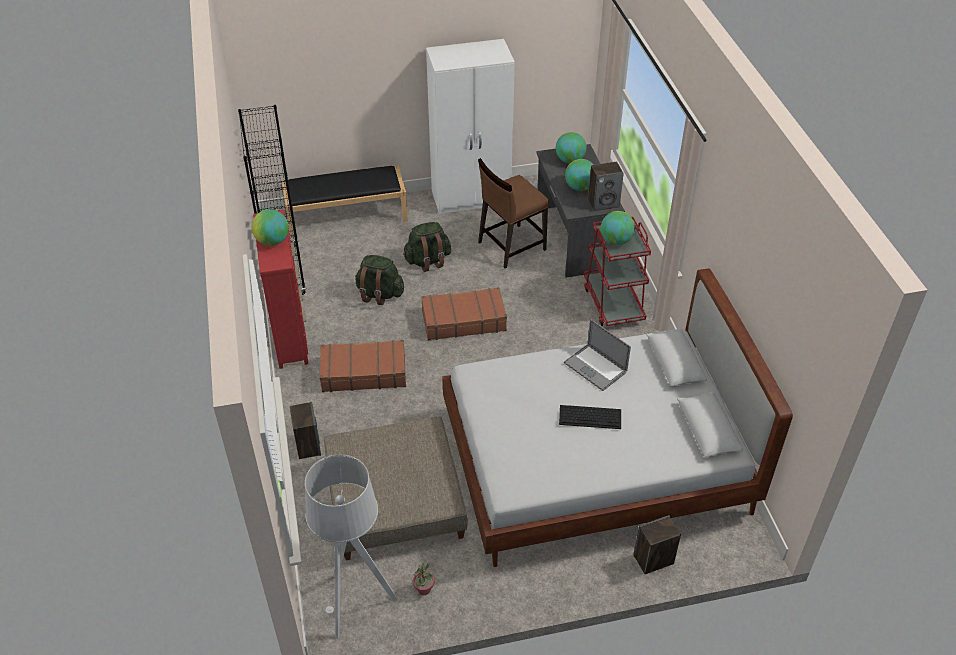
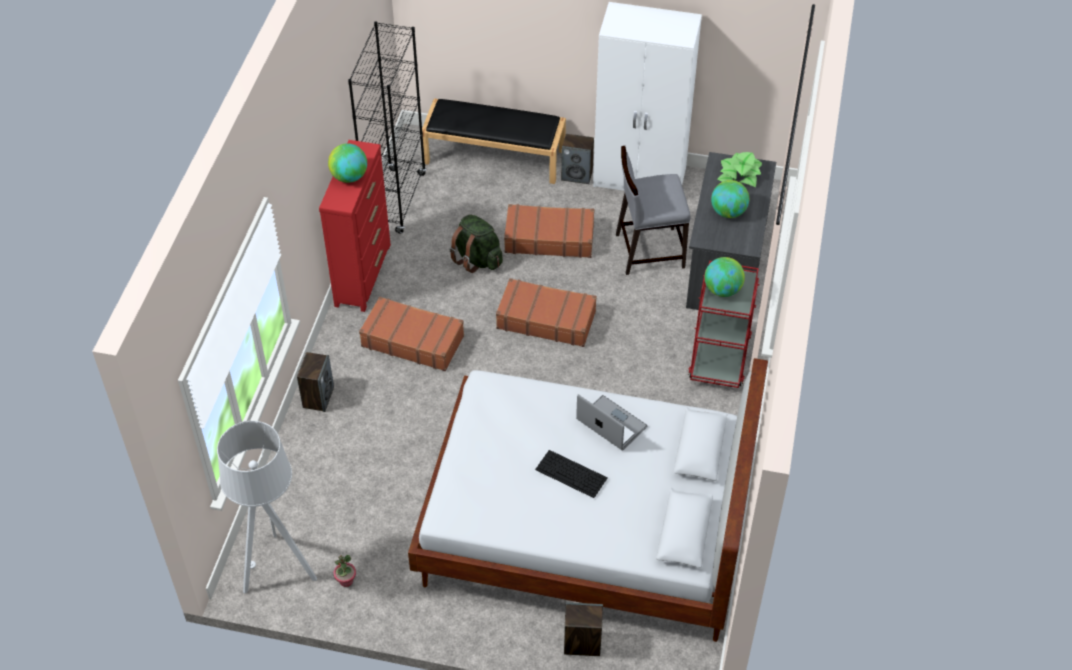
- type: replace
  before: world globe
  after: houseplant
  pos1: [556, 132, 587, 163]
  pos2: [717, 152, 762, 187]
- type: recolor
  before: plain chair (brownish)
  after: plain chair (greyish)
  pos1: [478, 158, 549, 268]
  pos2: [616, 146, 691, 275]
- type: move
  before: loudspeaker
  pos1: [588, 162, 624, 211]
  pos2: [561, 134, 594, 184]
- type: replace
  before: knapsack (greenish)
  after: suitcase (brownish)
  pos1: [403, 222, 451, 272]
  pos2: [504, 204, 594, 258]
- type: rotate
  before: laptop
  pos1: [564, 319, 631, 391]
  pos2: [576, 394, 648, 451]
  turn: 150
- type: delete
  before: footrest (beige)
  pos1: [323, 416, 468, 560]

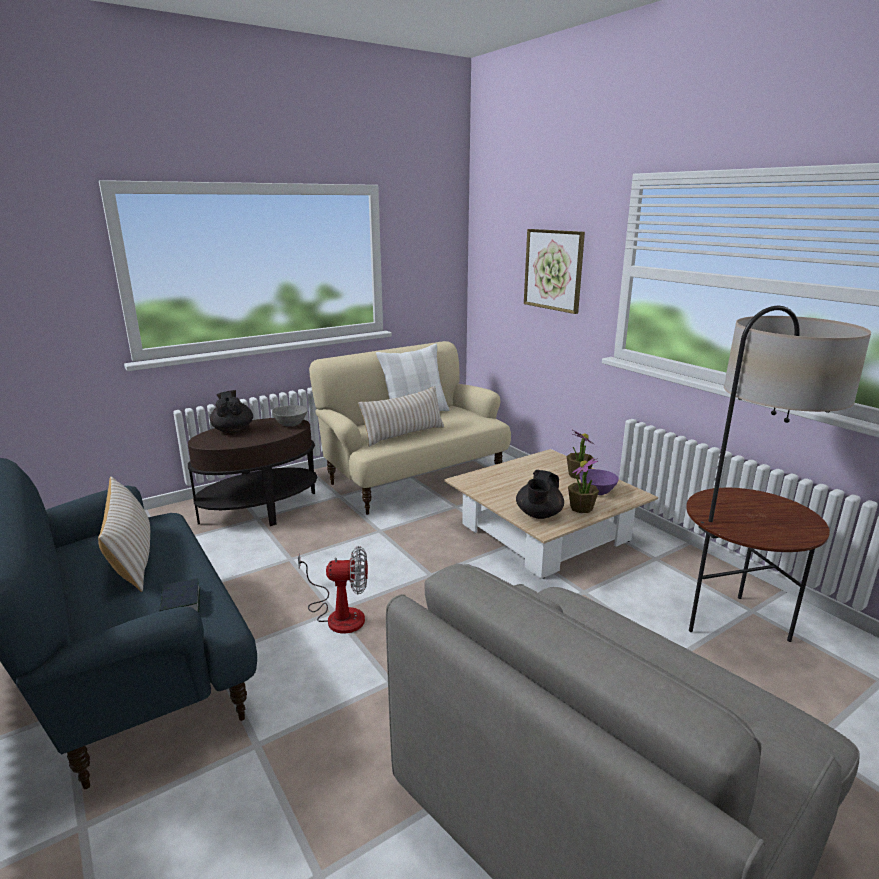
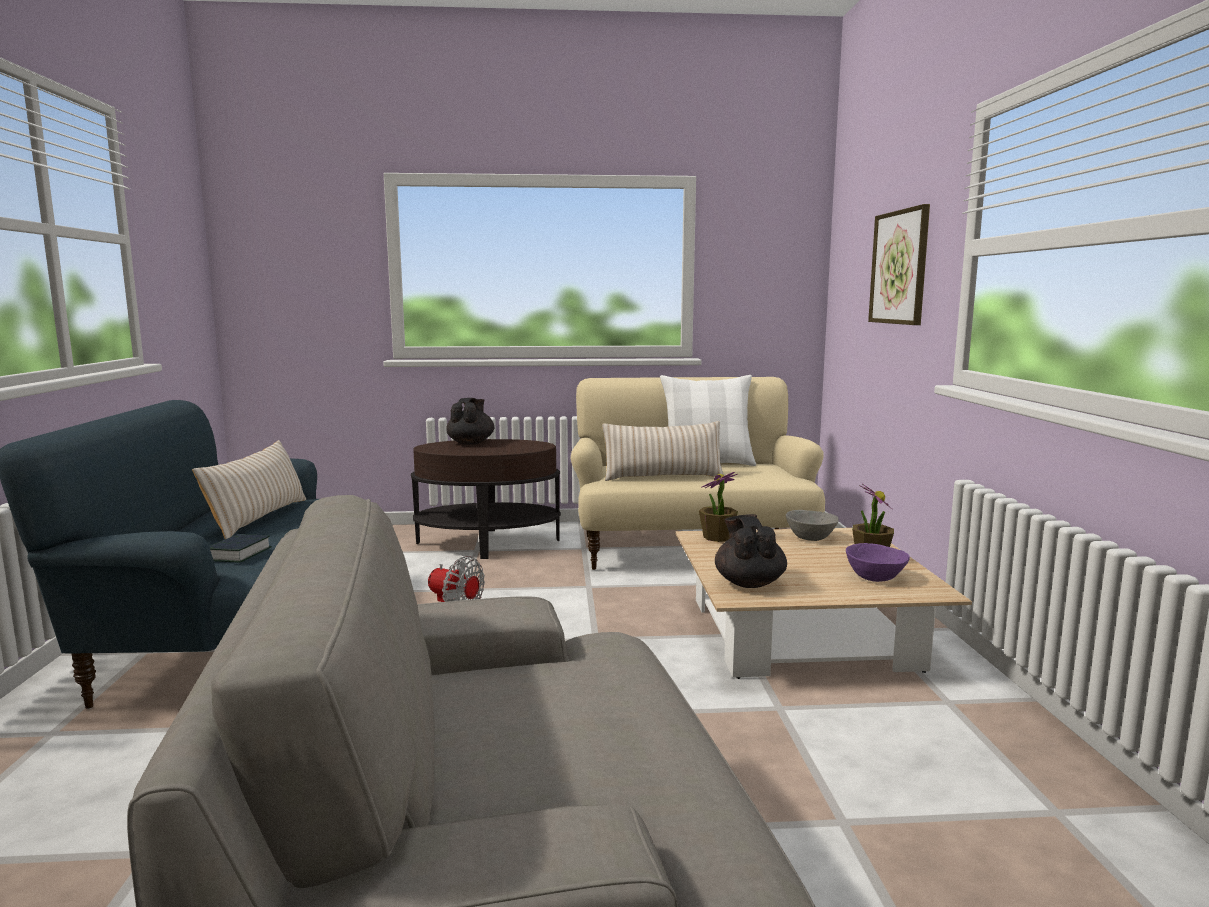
- type: delete
  before: floor lamp
  pos1: [686, 306, 871, 642]
- type: move
  before: deep dish (greyish)
  pos1: [272, 405, 307, 427]
  pos2: [786, 510, 839, 541]
- type: move
  before: houseplant
  pos1: [568, 458, 599, 513]
  pos2: [699, 472, 738, 542]
- type: rotate
  before: tea pot (black-coloured)
  pos1: [516, 470, 564, 519]
  pos2: [715, 514, 787, 588]
  turn: 120

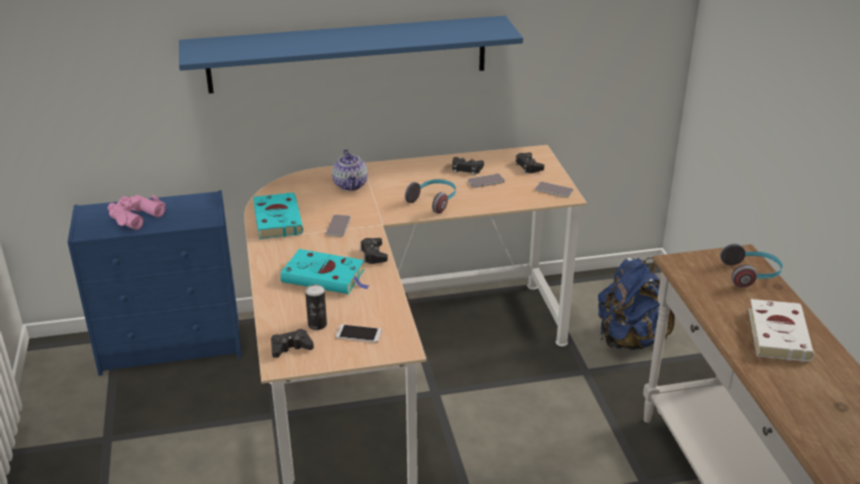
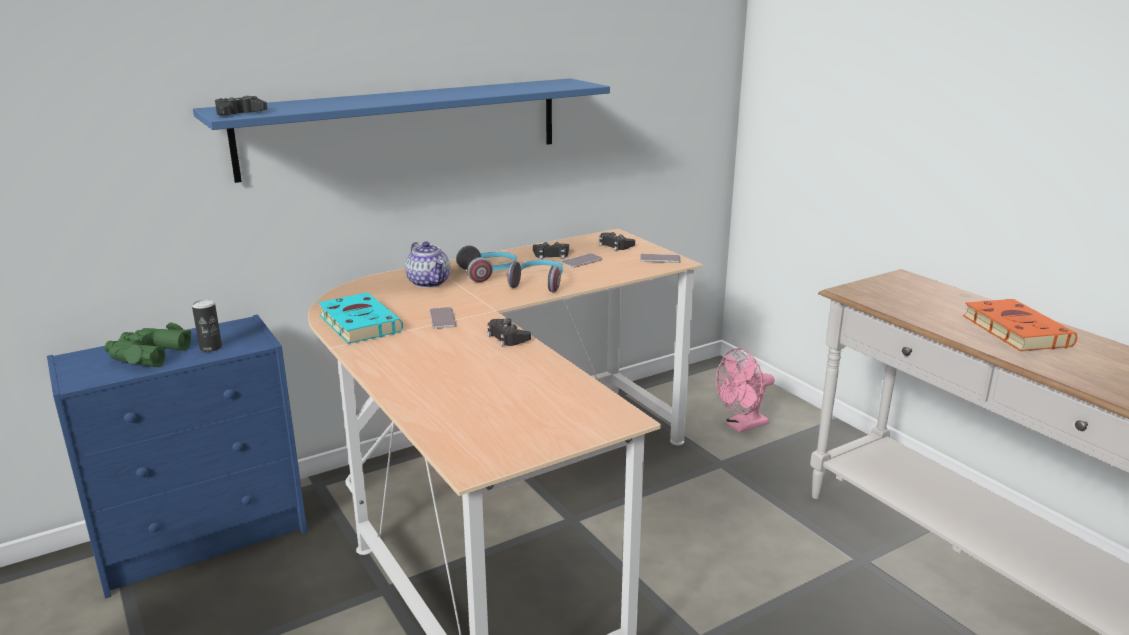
- type: recolor
  before: field glasses (pink-coloured)
  after: field glasses (greenish)
  pos1: [108, 195, 166, 230]
  pos2: [104, 323, 191, 367]
- type: move
  before: headphones
  pos1: [720, 244, 783, 287]
  pos2: [456, 246, 517, 283]
- type: delete
  before: volume (turquoise)
  pos1: [280, 249, 369, 294]
- type: replace
  before: knapsack (blue)
  after: cooling fan (pink-coloured)
  pos1: [598, 257, 675, 350]
  pos2: [716, 348, 775, 433]
- type: move
  before: metal can
  pos1: [305, 284, 327, 330]
  pos2: [192, 299, 222, 352]
- type: recolor
  before: volume (whitish)
  after: volume (orange-coloured)
  pos1: [749, 299, 814, 362]
  pos2: [963, 299, 1078, 351]
- type: delete
  before: handset
  pos1: [335, 324, 382, 343]
- type: move
  before: game controller (black-coloured)
  pos1: [271, 329, 314, 358]
  pos2: [215, 96, 267, 115]

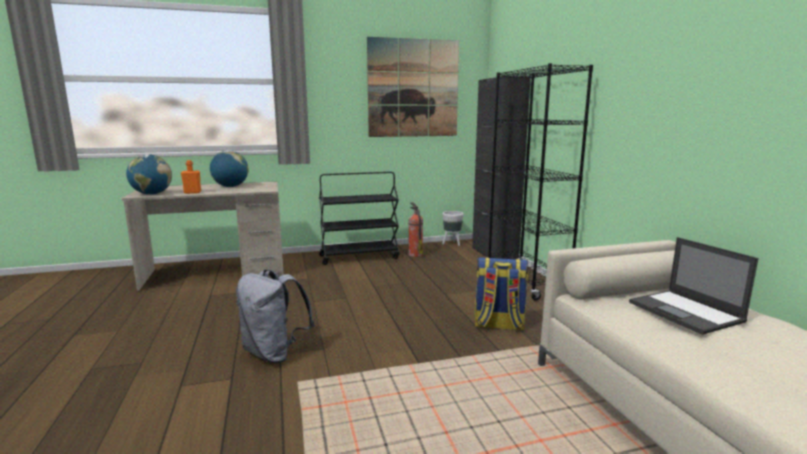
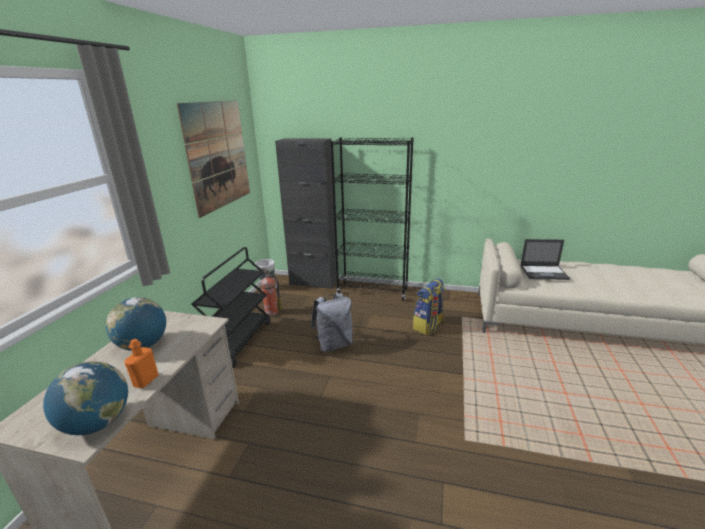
- type: move
  before: knapsack (greyish)
  pos1: [236, 270, 315, 363]
  pos2: [311, 293, 353, 352]

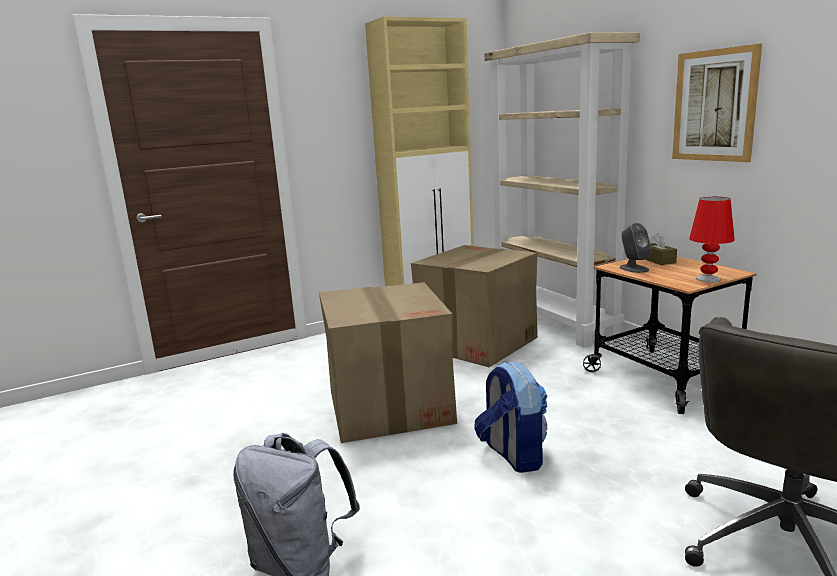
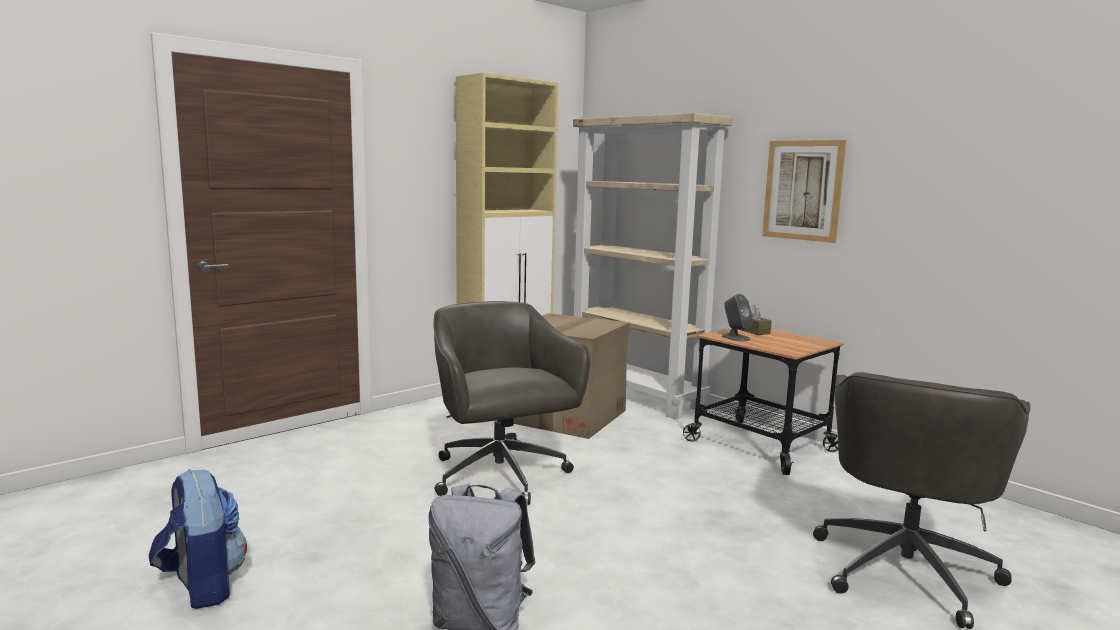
- type: delete
  before: lamp for a table (reddish)
  pos1: [689, 197, 735, 282]
- type: replace
  before: packing box
  after: desk chair (greyish)
  pos1: [319, 282, 457, 443]
  pos2: [433, 301, 591, 505]
- type: move
  before: knapsack
  pos1: [474, 361, 548, 473]
  pos2: [149, 469, 247, 609]

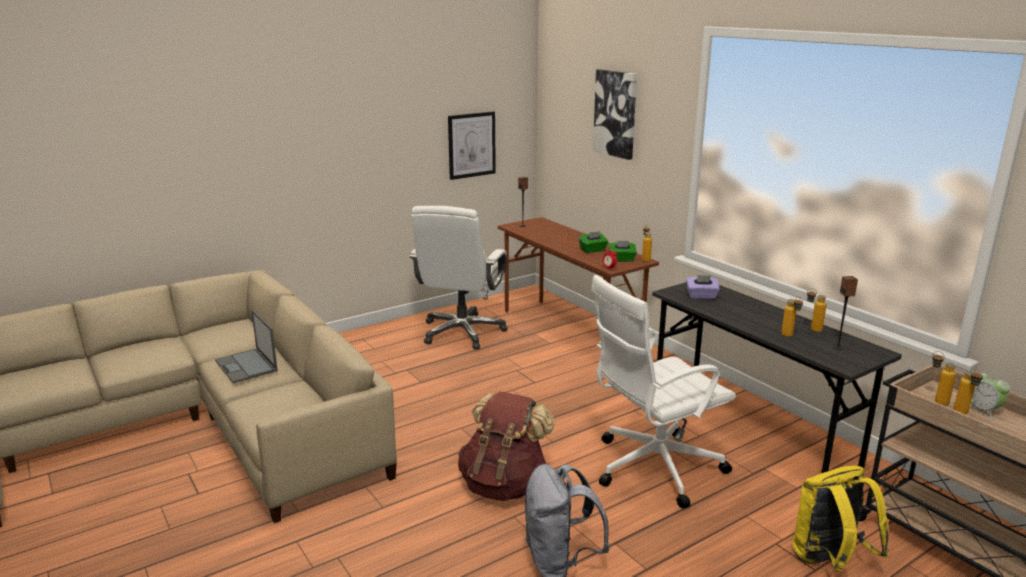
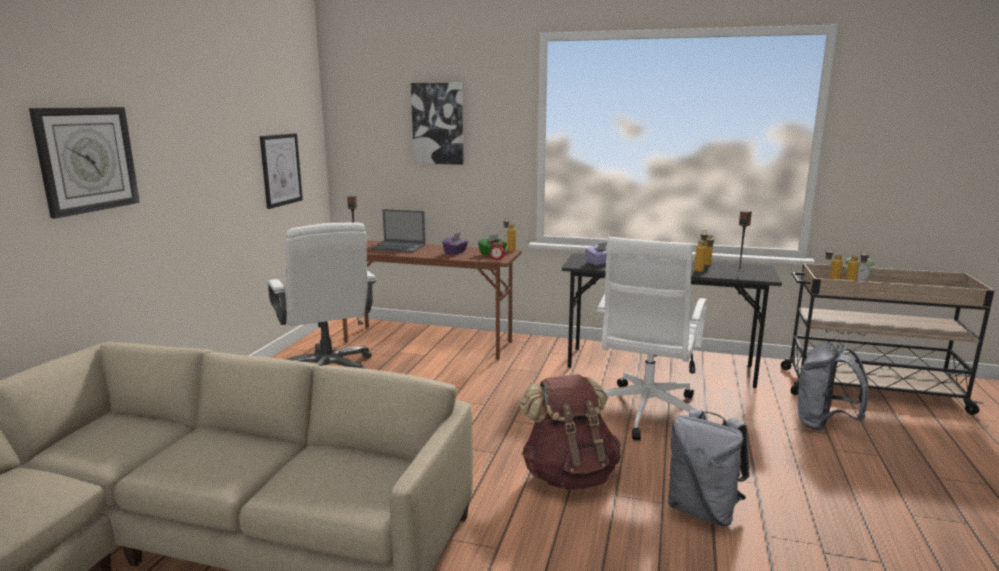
- type: recolor
  before: tissue box (greenish)
  after: tissue box (purple-coloured)
  pos1: [579, 231, 608, 253]
  pos2: [443, 233, 468, 255]
- type: move
  before: laptop
  pos1: [215, 310, 278, 383]
  pos2: [370, 209, 426, 252]
- type: recolor
  before: knapsack (yellowish)
  after: knapsack (greyish)
  pos1: [792, 466, 889, 571]
  pos2: [798, 343, 869, 431]
- type: insert
  after: clock on the wall
  pos2: [29, 107, 140, 219]

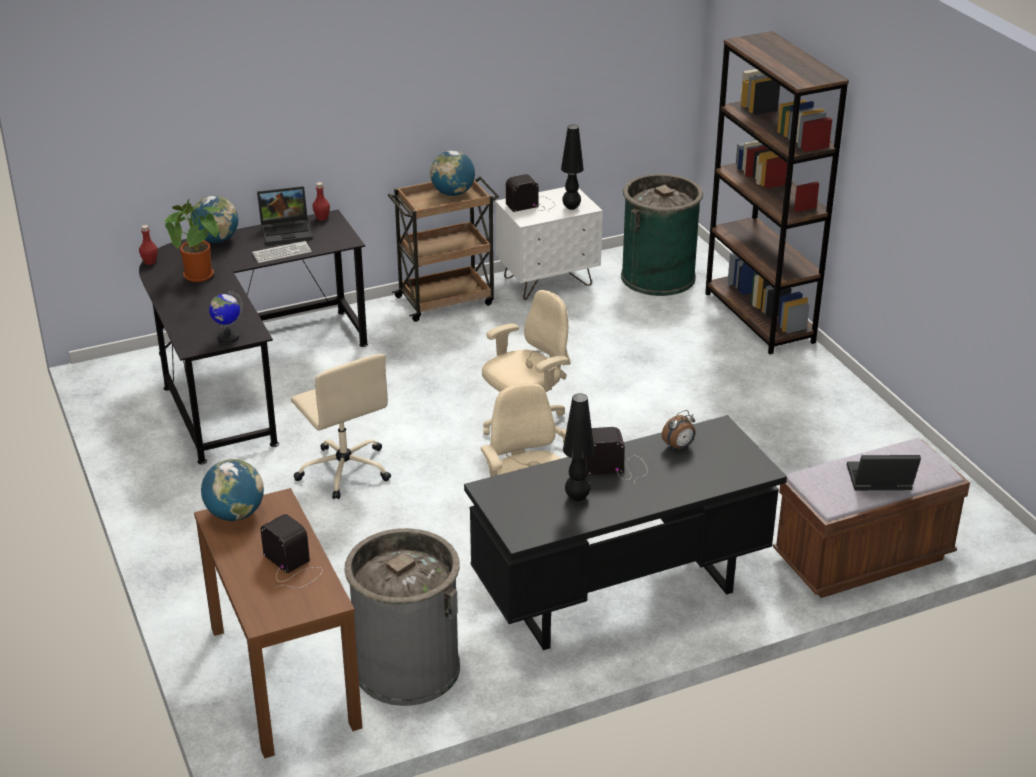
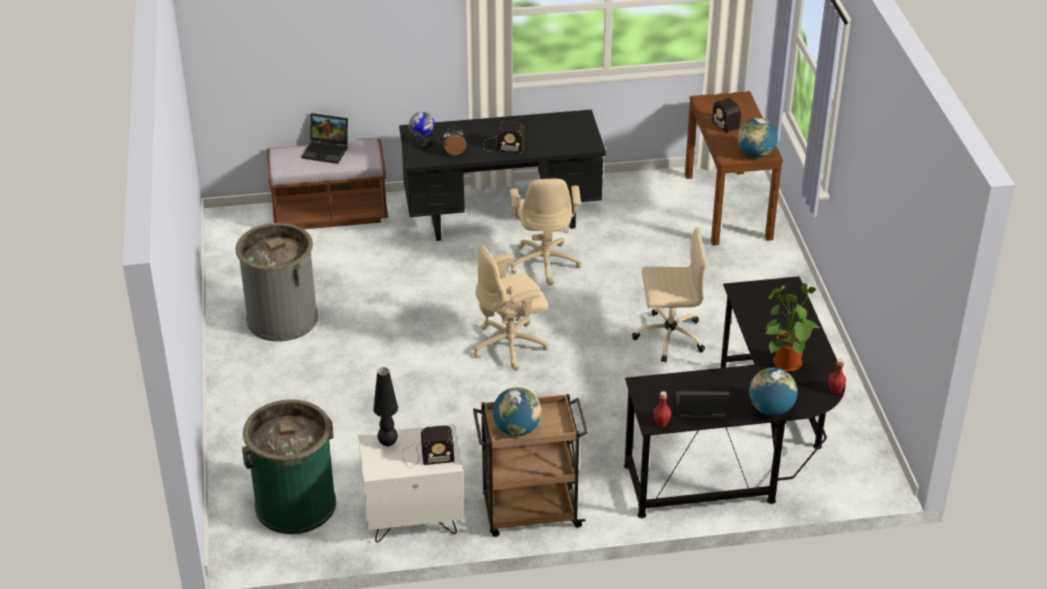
- type: delete
  before: shelving unit (brownish)
  pos1: [705, 31, 849, 354]
- type: delete
  before: PC keyboard
  pos1: [252, 241, 312, 263]
- type: move
  before: world globe
  pos1: [209, 291, 243, 344]
  pos2: [409, 112, 435, 149]
- type: rotate
  before: desk chair (beige)
  pos1: [291, 354, 391, 499]
  pos2: [632, 227, 707, 363]
  turn: 105
- type: delete
  before: lamp for a table (black-coloured)
  pos1: [563, 393, 594, 501]
- type: move
  before: trash can (greyish)
  pos1: [344, 528, 460, 706]
  pos2: [235, 223, 318, 342]

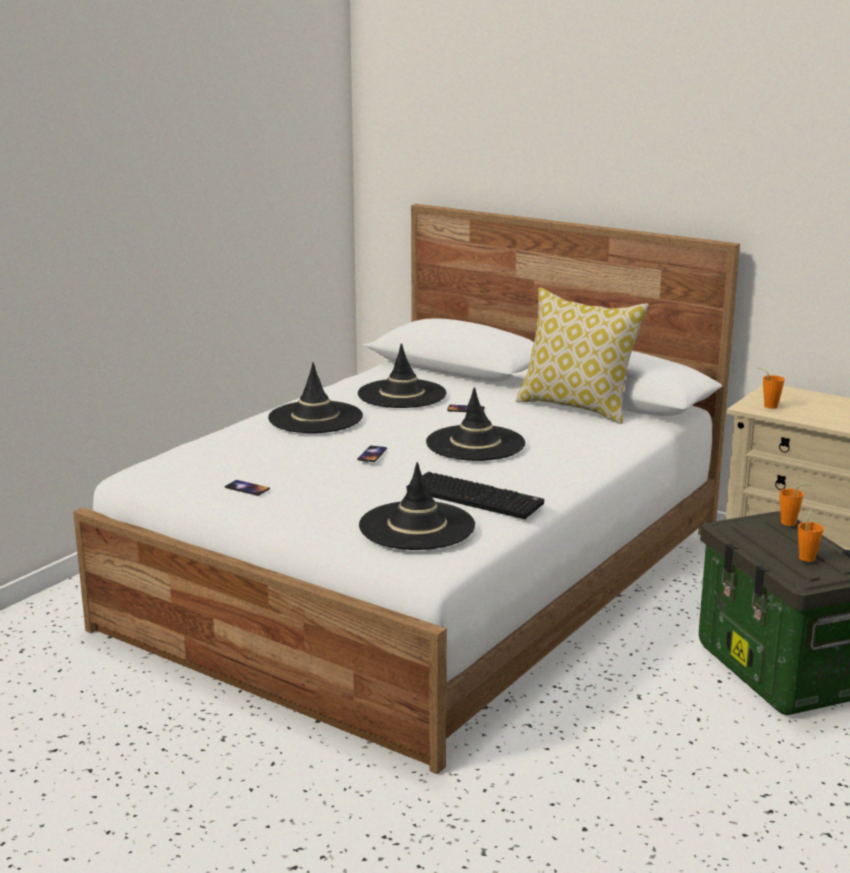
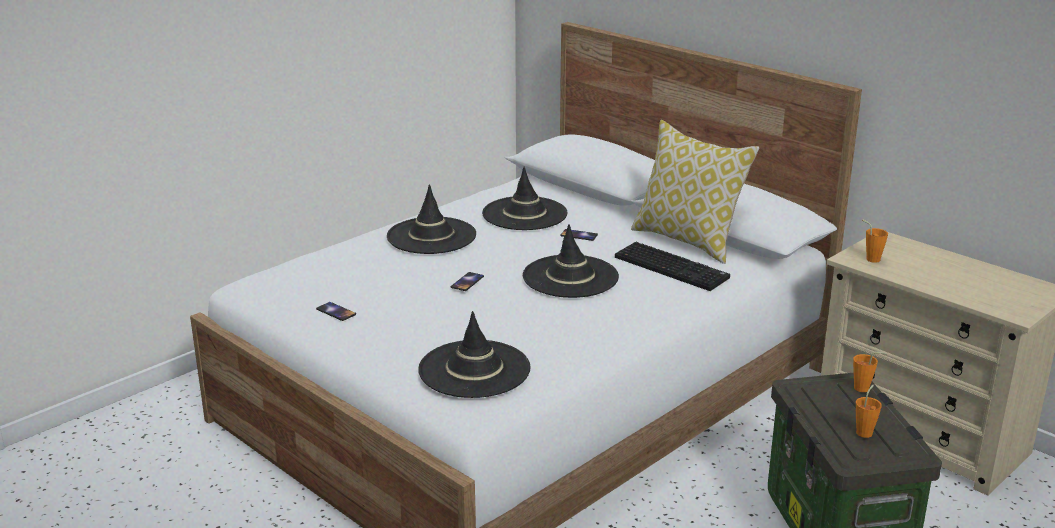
- type: move
  before: PC keyboard
  pos1: [407, 472, 544, 519]
  pos2: [615, 242, 730, 291]

